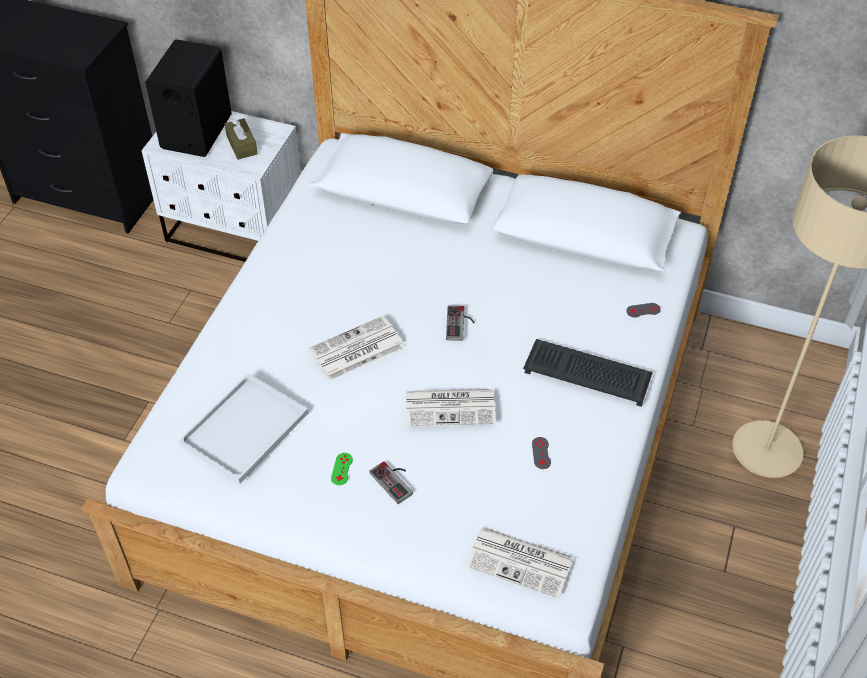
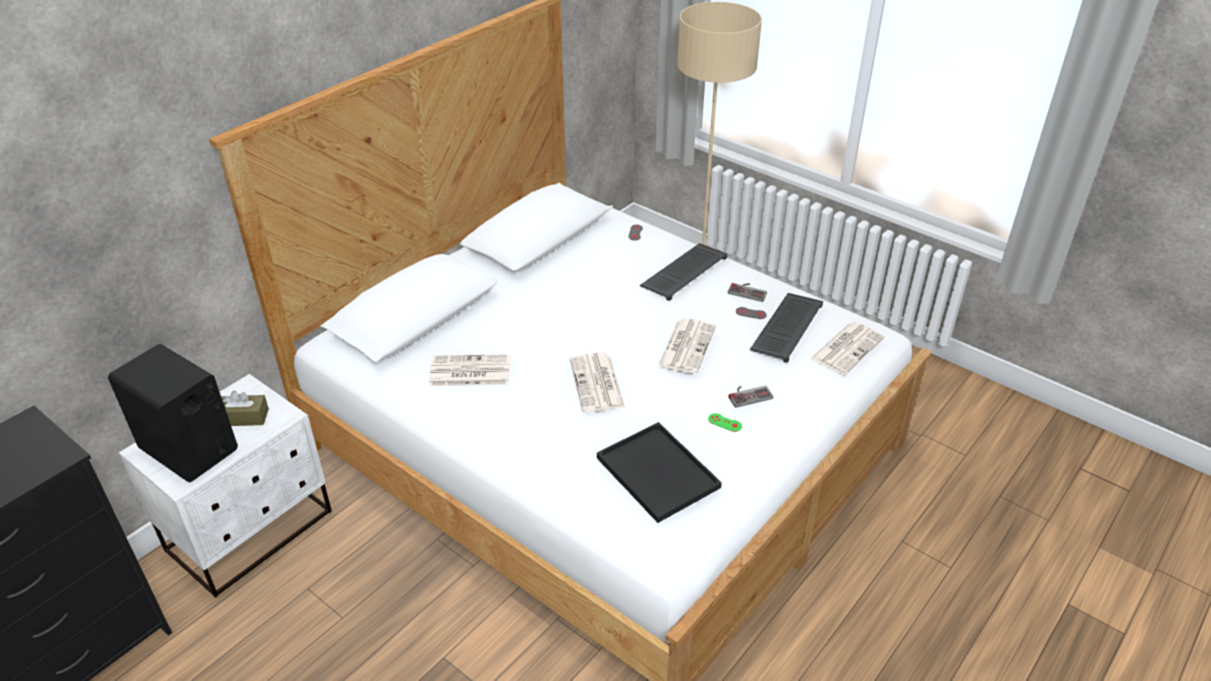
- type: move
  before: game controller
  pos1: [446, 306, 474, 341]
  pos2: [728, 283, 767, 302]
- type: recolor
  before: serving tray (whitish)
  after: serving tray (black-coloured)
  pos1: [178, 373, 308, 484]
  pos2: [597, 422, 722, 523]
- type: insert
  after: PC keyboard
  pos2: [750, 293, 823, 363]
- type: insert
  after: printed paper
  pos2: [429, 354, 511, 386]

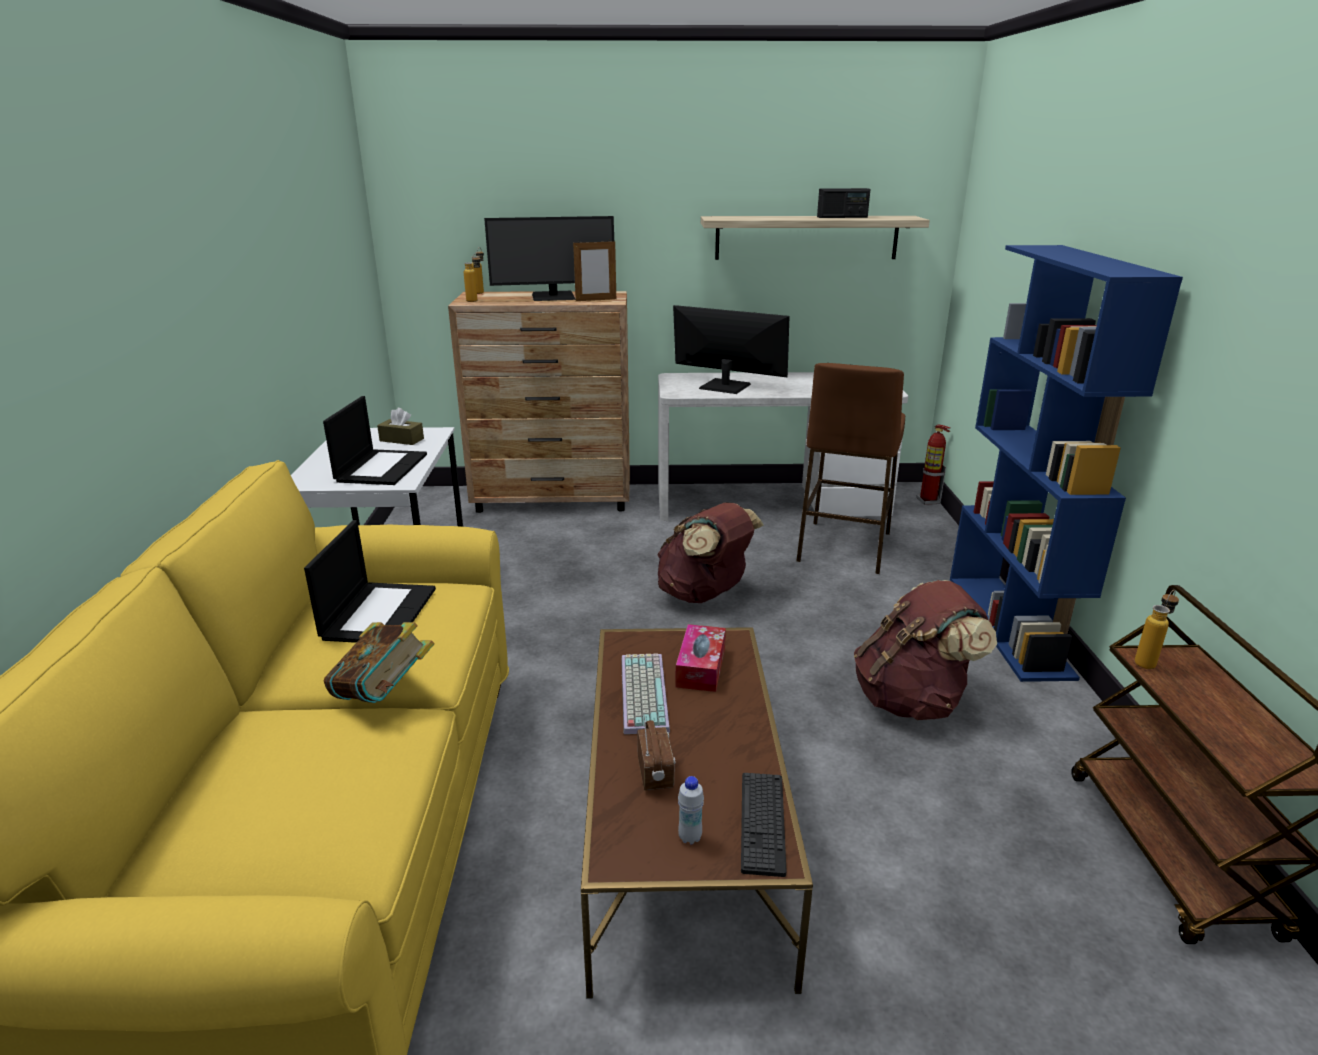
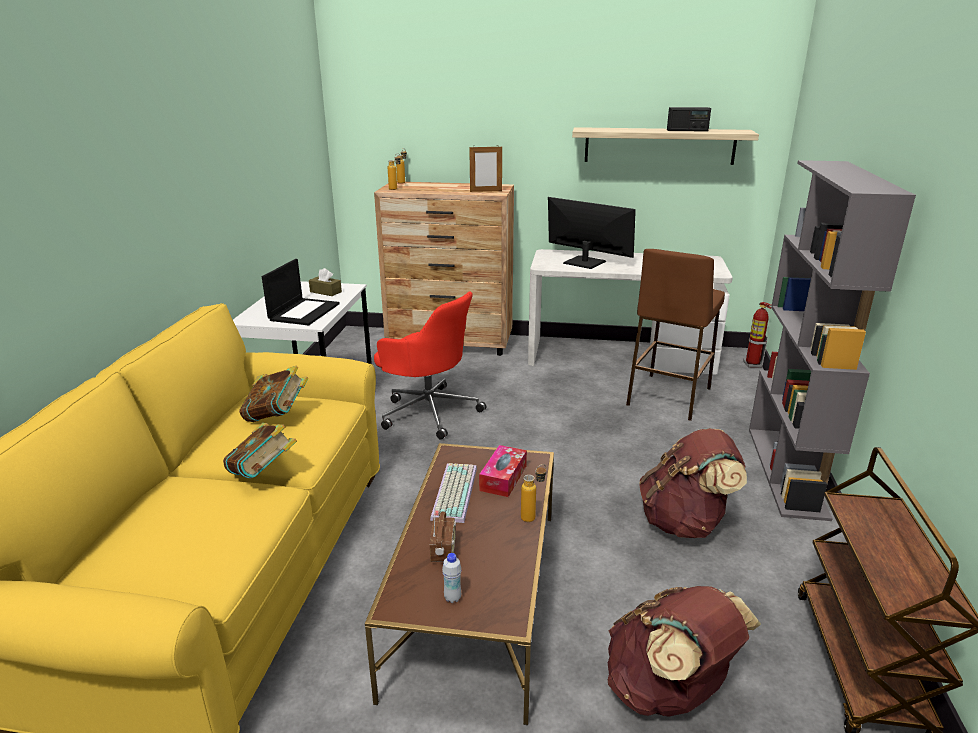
- type: delete
  before: computer display
  pos1: [484, 216, 614, 301]
- type: recolor
  before: shelving unit (blue)
  after: shelving unit (greyish)
  pos1: [950, 245, 1183, 682]
  pos2: [749, 160, 916, 521]
- type: move
  before: knapsack (brownish)
  pos1: [657, 502, 764, 603]
  pos2: [608, 586, 761, 717]
- type: replace
  before: laptop
  after: volume
  pos1: [304, 520, 436, 643]
  pos2: [239, 366, 309, 422]
- type: move
  before: drink bottle
  pos1: [1135, 589, 1179, 669]
  pos2: [521, 464, 546, 522]
- type: delete
  before: PC keyboard
  pos1: [741, 773, 787, 877]
- type: insert
  after: desk chair (reddish)
  pos2: [374, 291, 486, 440]

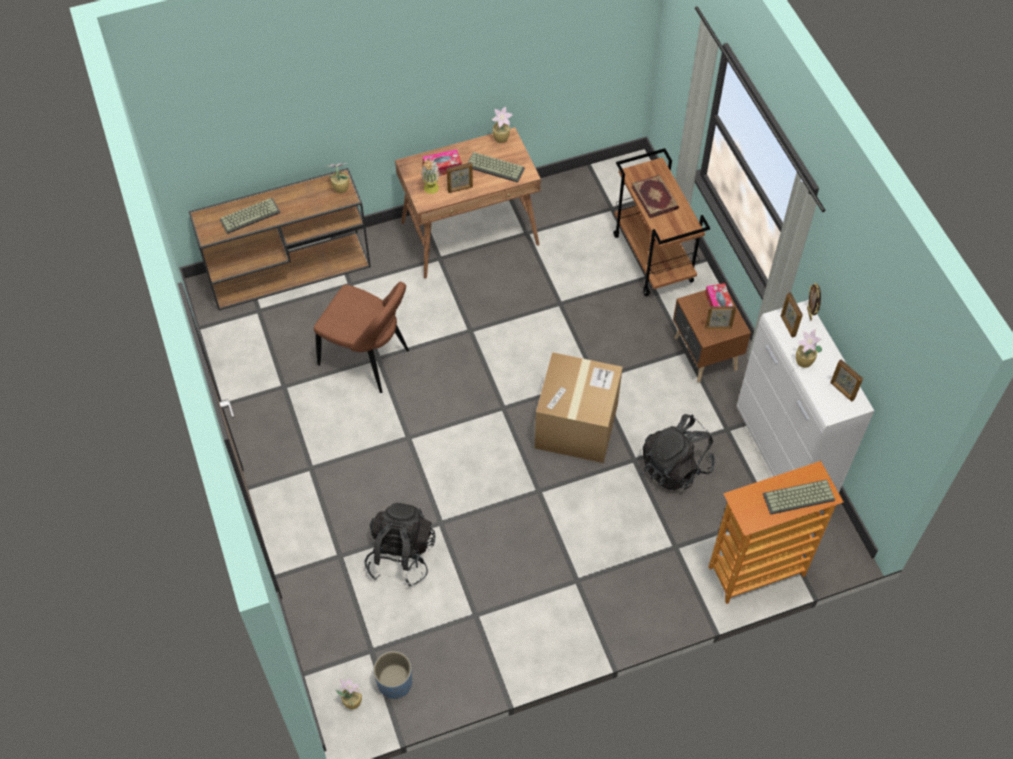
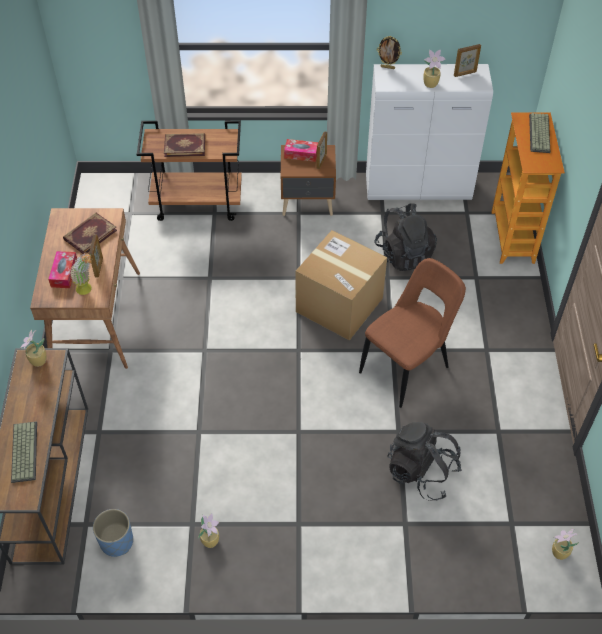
- type: move
  before: houseplant
  pos1: [491, 106, 513, 143]
  pos2: [198, 513, 219, 548]
- type: replace
  before: PC keyboard
  after: volume
  pos1: [468, 152, 525, 183]
  pos2: [63, 213, 117, 254]
- type: move
  before: plain chair (brownish)
  pos1: [314, 282, 409, 393]
  pos2: [359, 258, 466, 408]
- type: delete
  before: picture frame
  pos1: [781, 292, 803, 338]
- type: move
  before: planter (blue)
  pos1: [373, 651, 412, 699]
  pos2: [93, 509, 133, 557]

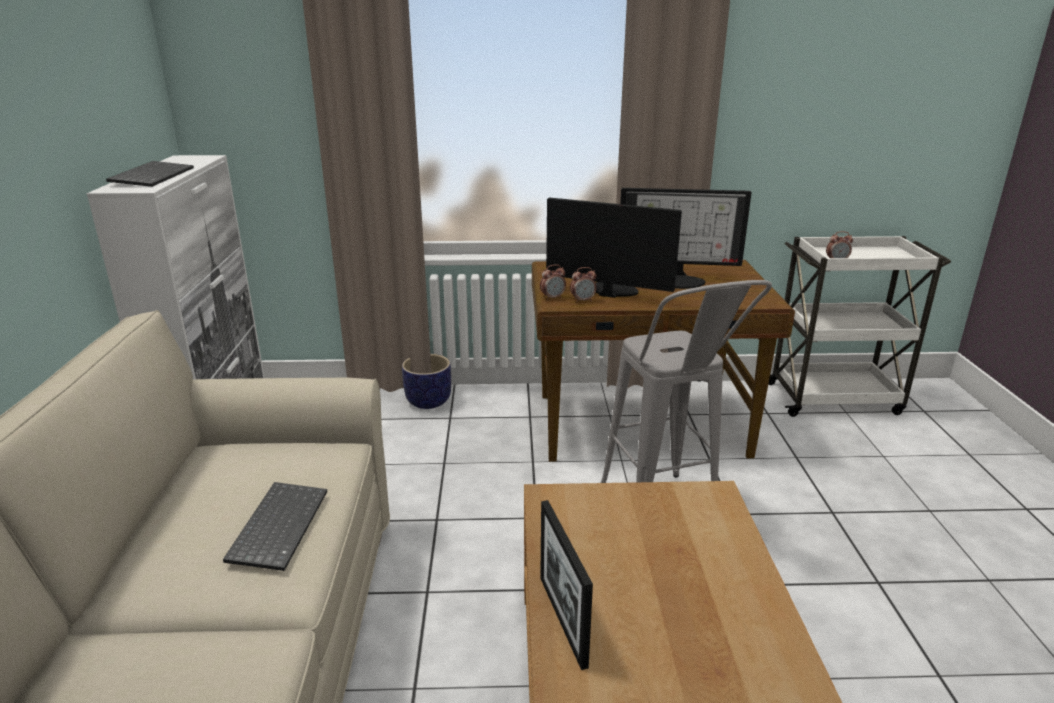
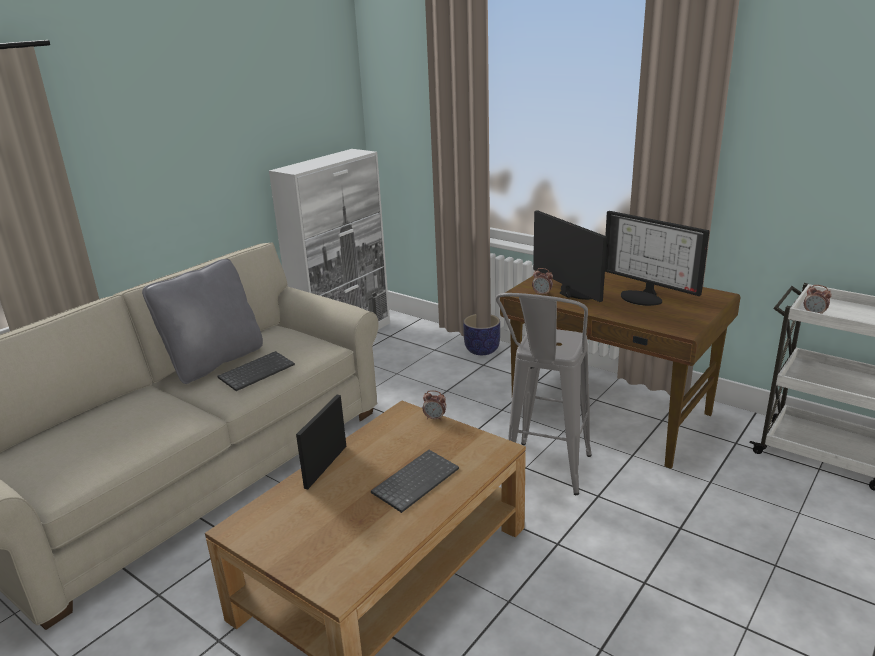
- type: move
  before: PC keyboard
  pos1: [106, 161, 194, 187]
  pos2: [371, 450, 459, 513]
- type: move
  before: table clock
  pos1: [540, 264, 566, 300]
  pos2: [423, 390, 446, 421]
- type: insert
  after: cushion (greyish)
  pos2: [142, 259, 263, 384]

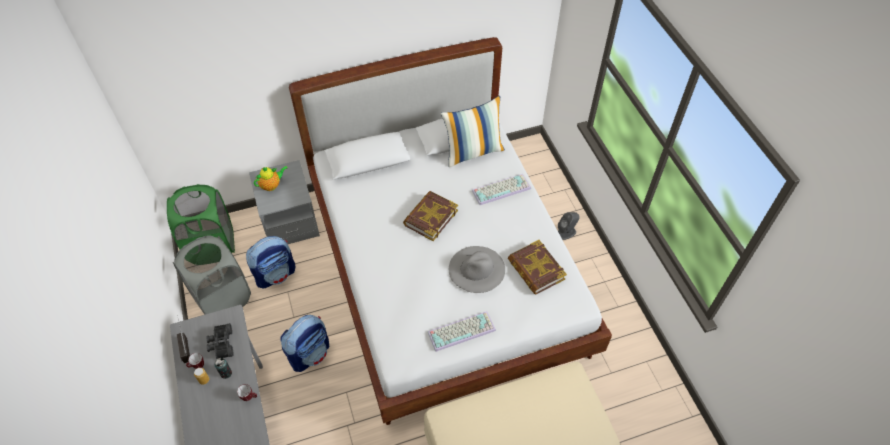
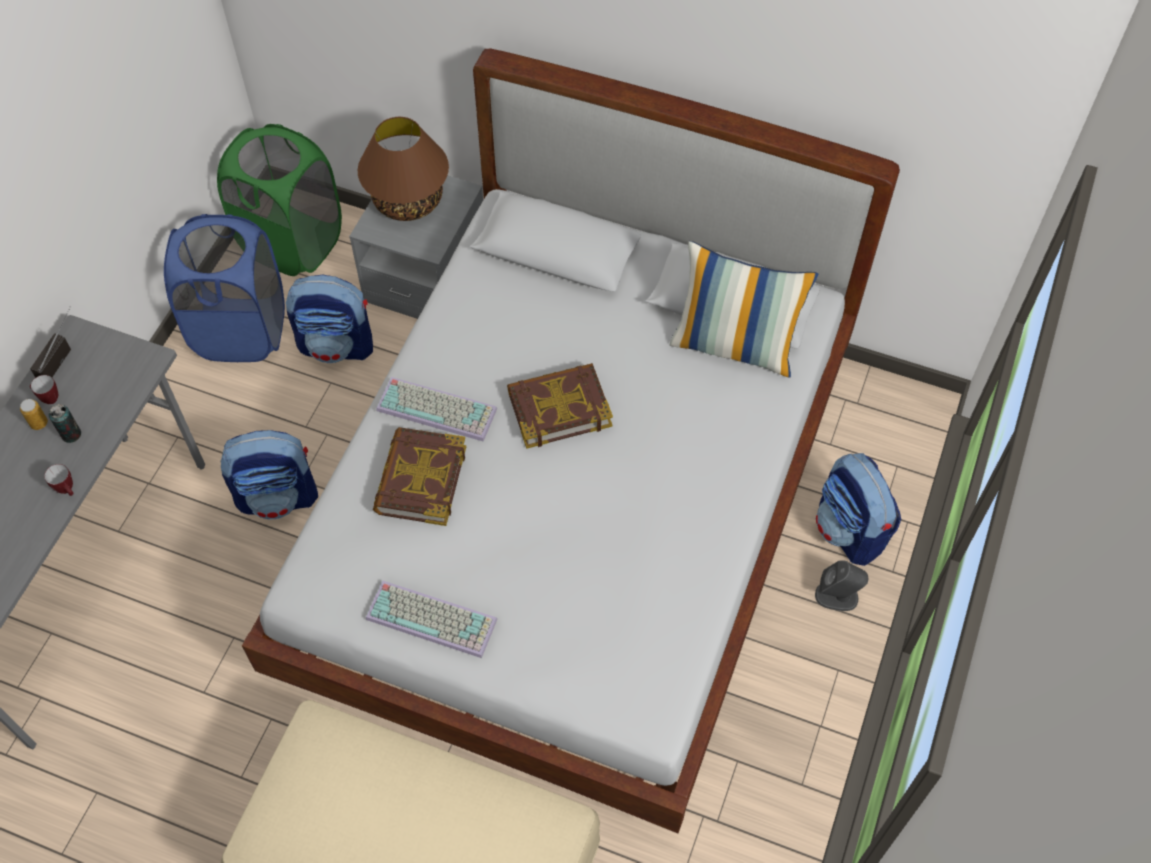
- type: replace
  before: tea pot
  after: lamp for a table (brownish)
  pos1: [254, 166, 288, 191]
  pos2: [358, 117, 449, 221]
- type: move
  before: PC keyboard
  pos1: [472, 174, 531, 205]
  pos2: [376, 377, 497, 442]
- type: recolor
  before: hamper (greyish)
  after: hamper (blue)
  pos1: [173, 235, 251, 315]
  pos2: [164, 214, 285, 362]
- type: move
  before: volume
  pos1: [508, 240, 567, 295]
  pos2: [373, 427, 466, 526]
- type: delete
  before: hat (greyish)
  pos1: [449, 246, 505, 293]
- type: delete
  before: field glasses (black-coloured)
  pos1: [206, 323, 234, 359]
- type: insert
  after: knapsack
  pos2: [816, 453, 901, 566]

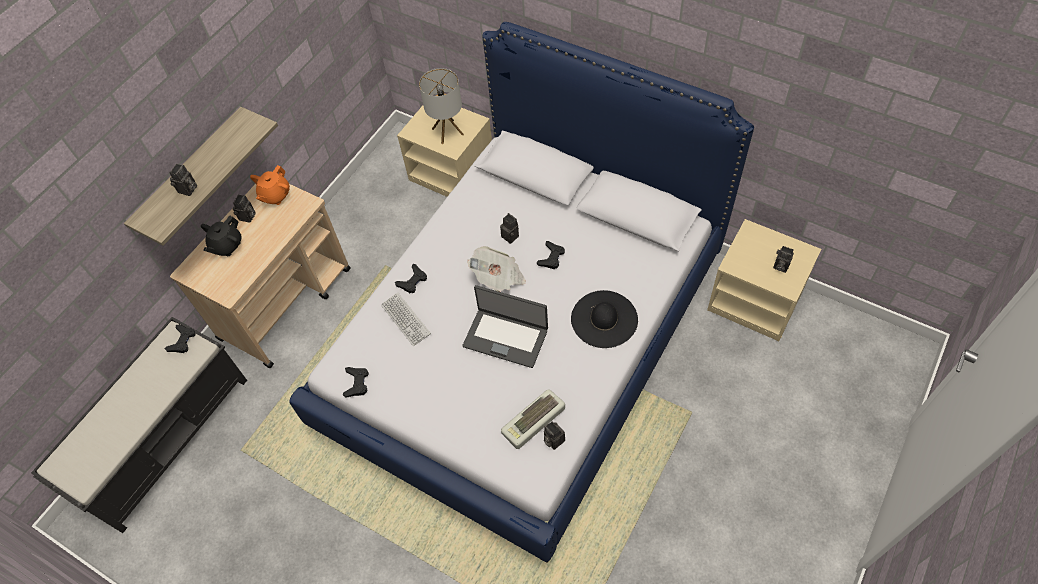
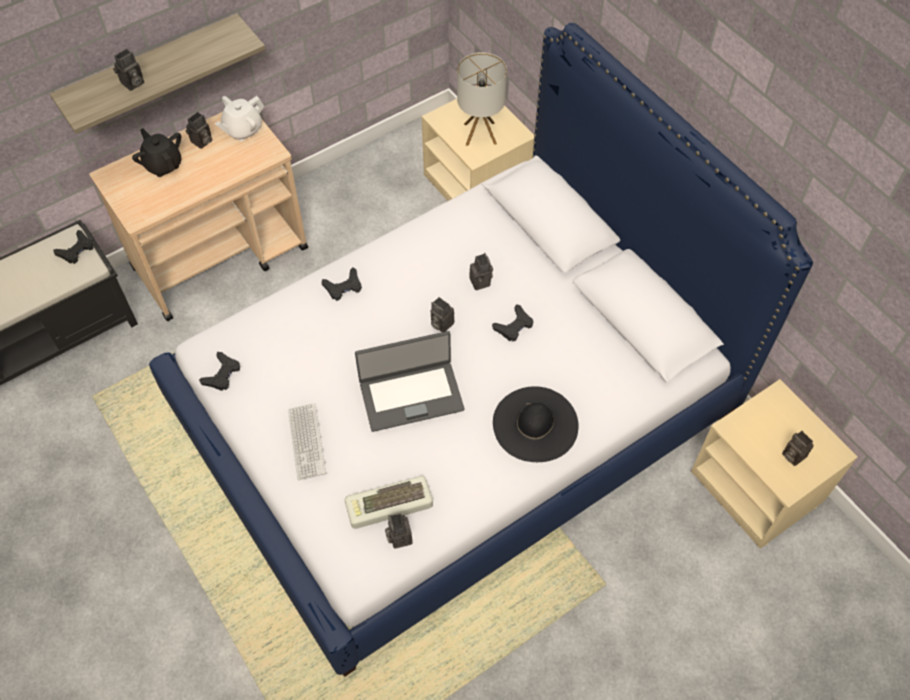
- type: recolor
  before: tea pot (orange-coloured)
  after: tea pot (whitish)
  pos1: [250, 165, 290, 205]
  pos2: [215, 96, 264, 142]
- type: rotate
  before: tea pot (black-coloured)
  pos1: [201, 215, 242, 256]
  pos2: [132, 128, 181, 177]
  turn: 90
- type: replace
  before: printed paper
  after: photo camera
  pos1: [467, 246, 526, 292]
  pos2: [431, 297, 455, 332]
- type: rotate
  before: laptop
  pos1: [462, 285, 548, 368]
  pos2: [355, 331, 465, 432]
  turn: -60
- type: move
  before: PC keyboard
  pos1: [381, 293, 431, 346]
  pos2: [288, 403, 326, 480]

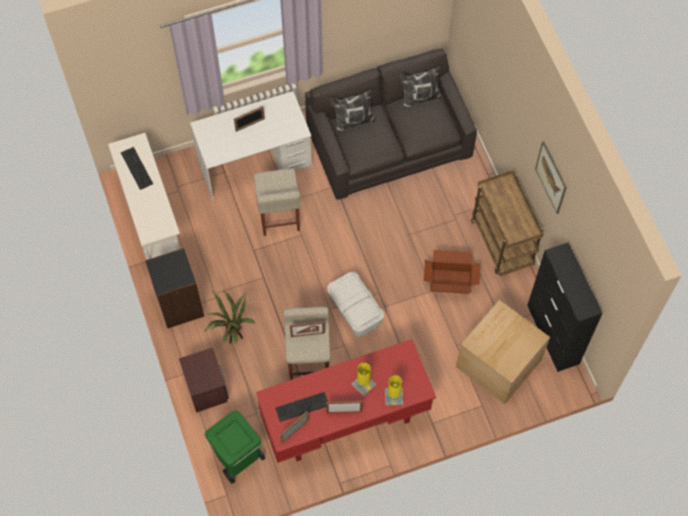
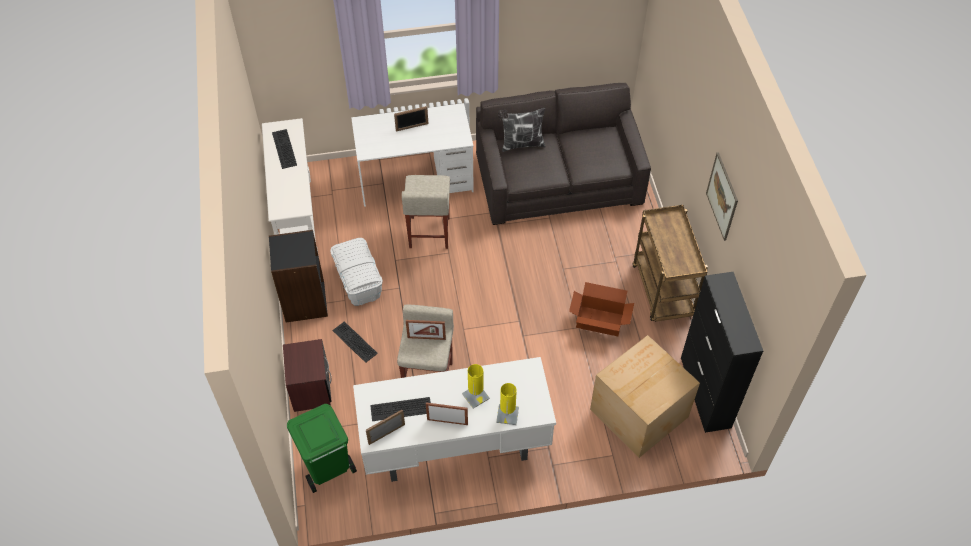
- type: delete
  before: cushion
  pos1: [398, 66, 442, 109]
- type: move
  before: storage bin (whitish)
  pos1: [327, 272, 384, 337]
  pos2: [330, 238, 383, 306]
- type: replace
  before: houseplant
  after: PC keyboard
  pos1: [204, 290, 256, 345]
  pos2: [332, 321, 378, 363]
- type: recolor
  before: desk table (reddish)
  after: desk table (whitish)
  pos1: [256, 339, 436, 463]
  pos2: [353, 357, 556, 482]

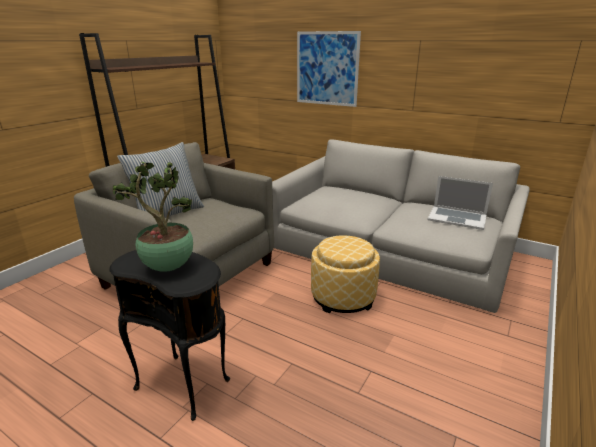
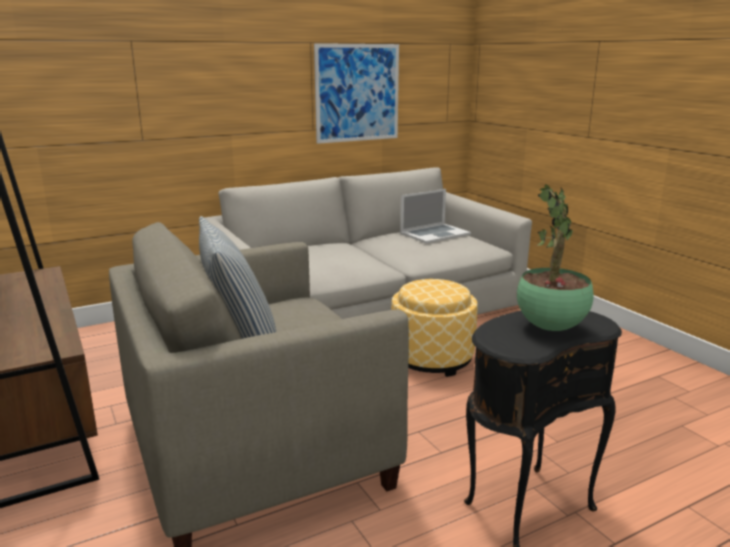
- type: move
  before: wall picture
  pos1: [297, 31, 361, 107]
  pos2: [314, 43, 399, 144]

